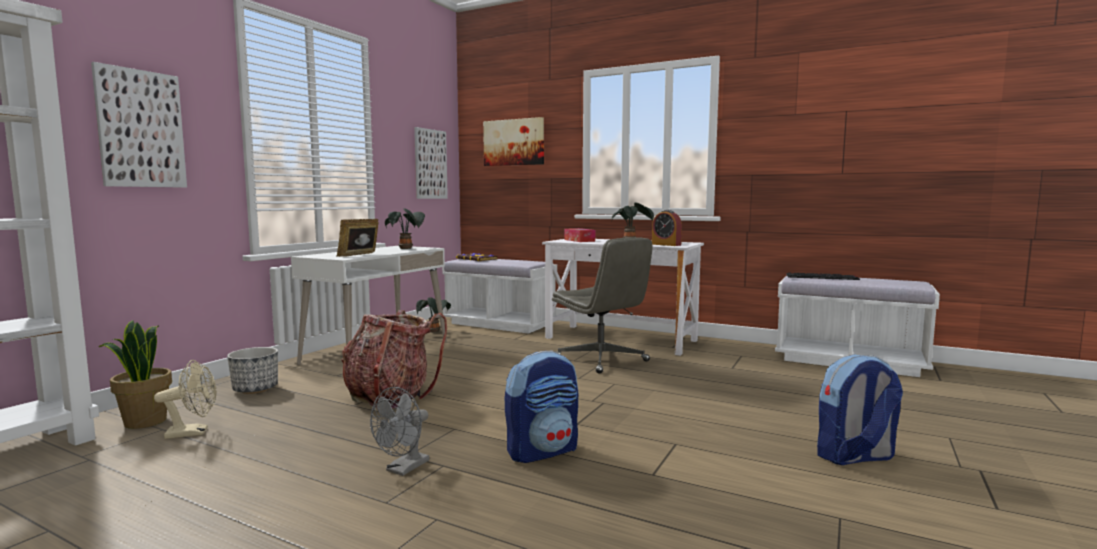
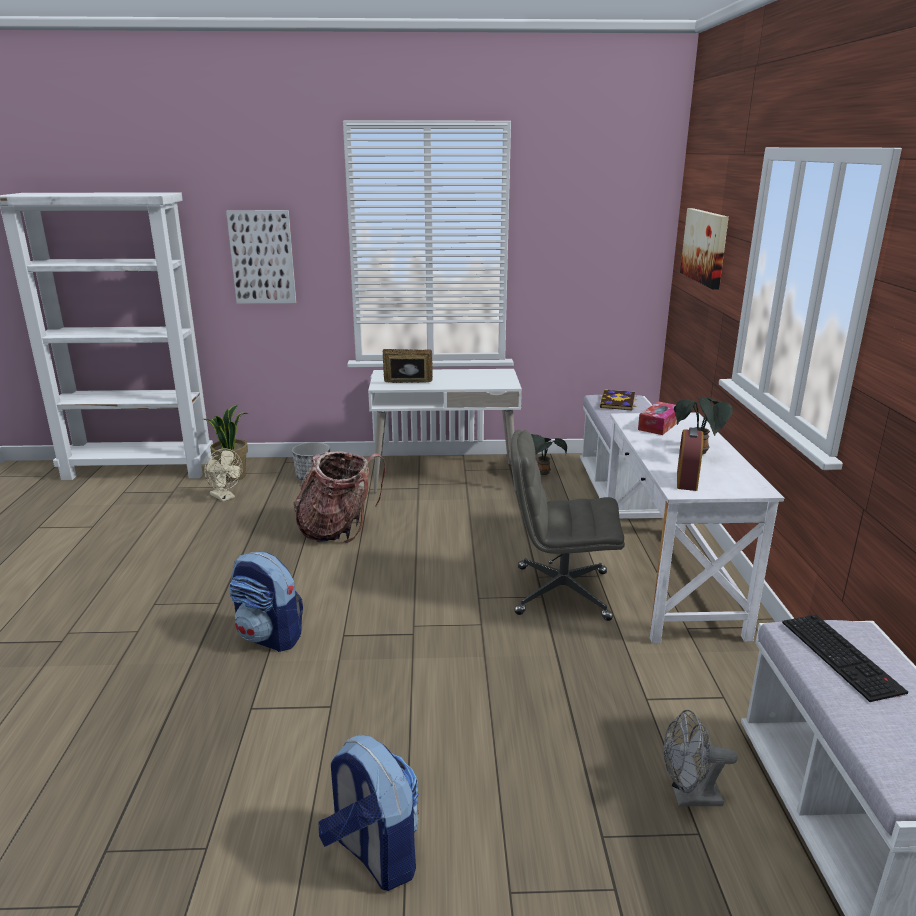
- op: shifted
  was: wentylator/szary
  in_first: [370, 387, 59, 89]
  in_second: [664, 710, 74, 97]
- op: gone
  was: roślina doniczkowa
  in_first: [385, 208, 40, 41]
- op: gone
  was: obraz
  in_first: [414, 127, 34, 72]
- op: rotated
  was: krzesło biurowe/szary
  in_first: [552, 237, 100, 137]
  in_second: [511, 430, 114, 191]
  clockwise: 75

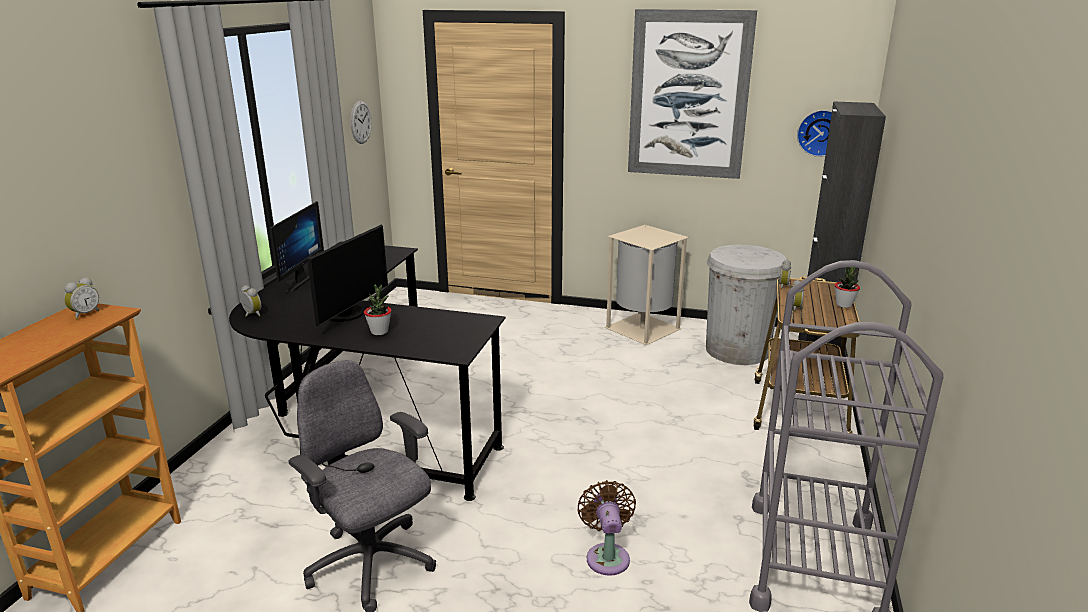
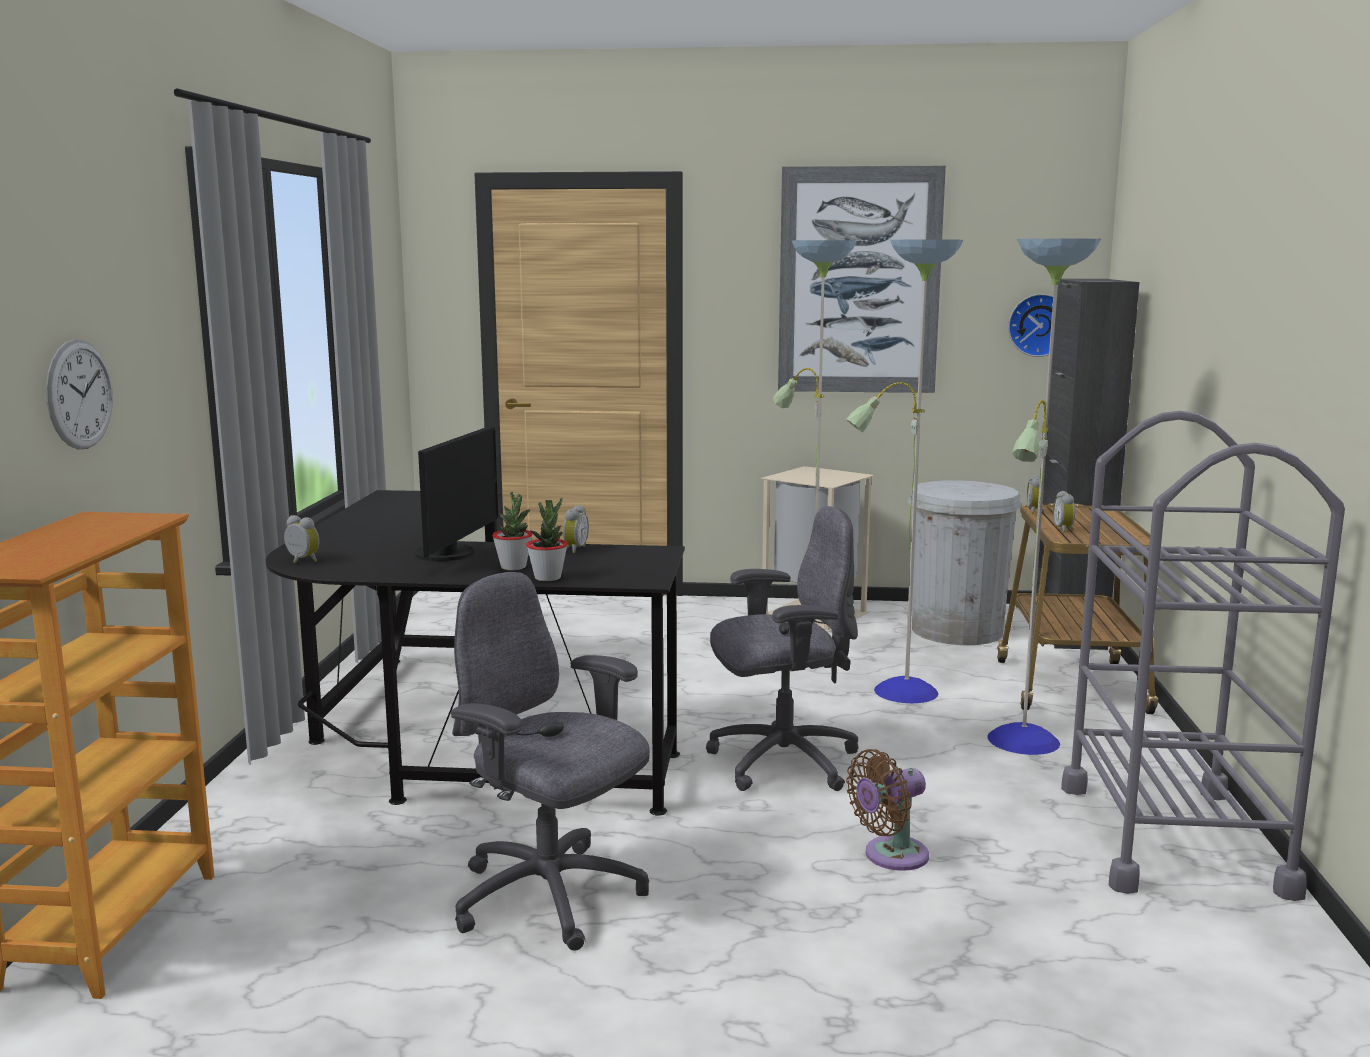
- op: shifted
  was: budzik
  in_first: [64, 277, 36, 42]
  in_second: [563, 505, 26, 48]
- op: gone
  was: monitor
  in_first: [270, 201, 54, 91]
- op: shifted
  was: zegar ścienny
  in_first: [350, 101, 22, 43]
  in_second: [46, 340, 67, 109]
- op: rotated
  was: wentylator/brązowy
  in_first: [577, 480, 59, 96]
  in_second: [846, 749, 83, 122]
  clockwise: -105
- op: shifted
  was: roślina doniczkowa
  in_first: [835, 260, 25, 48]
  in_second: [526, 497, 42, 84]
- op: new
  now: krzesło biurowe/szary
  in_second: [706, 506, 153, 285]
- op: new
  now: lampa stojąca
  in_second: [773, 239, 328, 516]

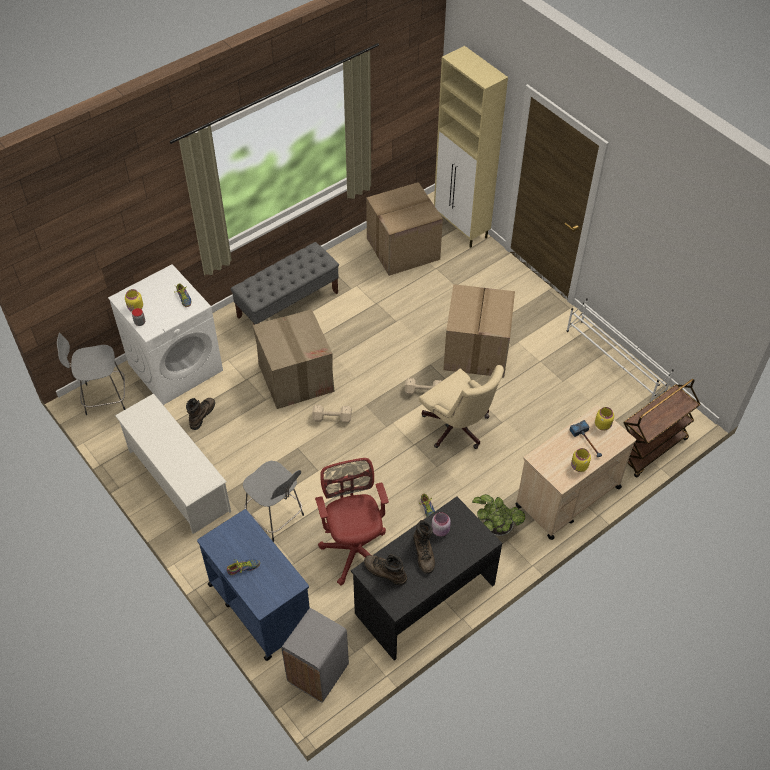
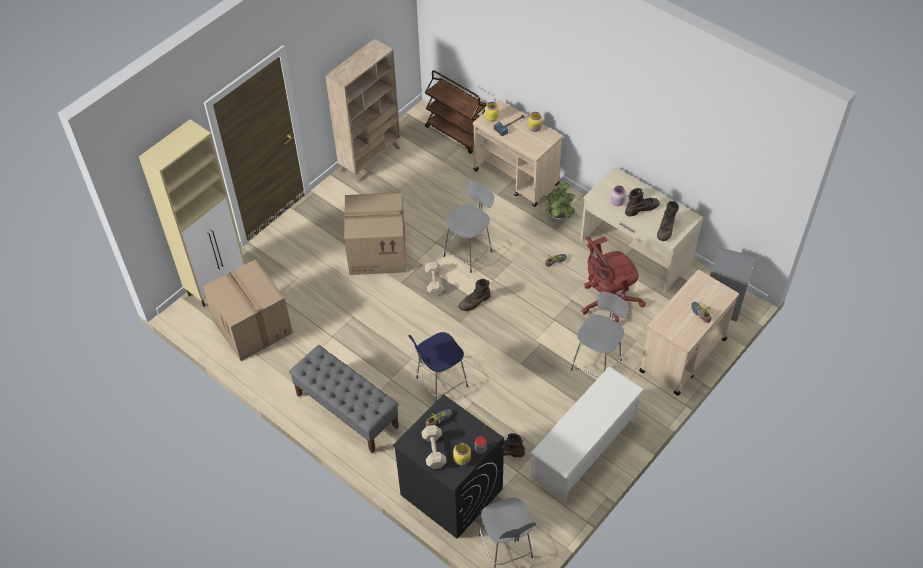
- op: repainted
  was: pralka/biały
  now: pralka/czarny
  in_first: [108, 264, 115, 141]
  in_second: [393, 394, 111, 145]
- op: repainted
  was: wózek/niebieski
  now: wózek/beżowy
  in_first: [197, 509, 113, 152]
  in_second: [639, 270, 100, 126]
- op: swapped
  was: karton
  now: stołek/niebieski
  in_first: [252, 309, 83, 100]
  in_second: [408, 332, 60, 69]
- op: shifted
  was: hantel/beżowy
  in_first: [312, 405, 39, 18]
  in_second: [421, 425, 26, 44]
- op: repainted
  was: biurko/czarny
  now: biurko/beżowy
  in_first: [351, 497, 151, 164]
  in_second: [580, 167, 123, 125]
- op: swapped
  was: krzesło biurowe/beżowy
  now: stołek/szary
  in_first: [419, 365, 85, 84]
  in_second: [444, 181, 50, 92]
- op: swapped
  was: regał na buty/biały
  now: regał/beżowy
  in_first: [566, 298, 108, 104]
  in_second: [325, 39, 75, 144]
- op: new
  now: but z cholewką/brązowy
  in_second: [458, 279, 33, 32]

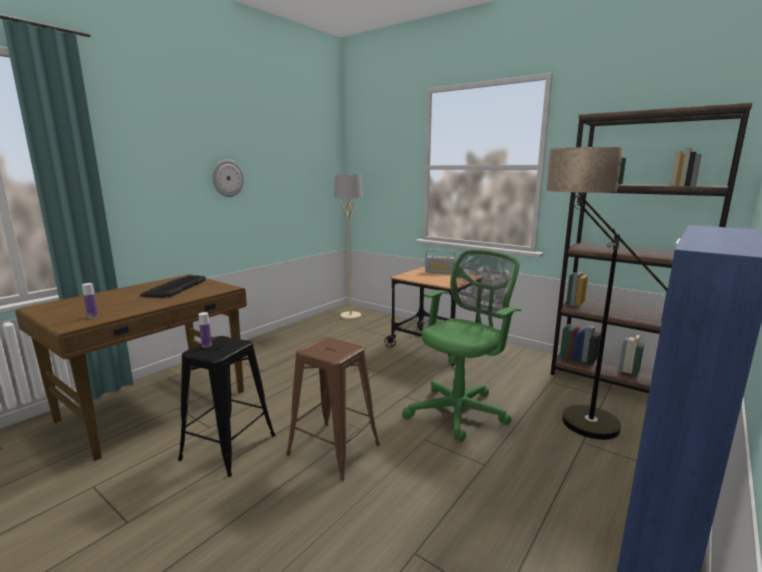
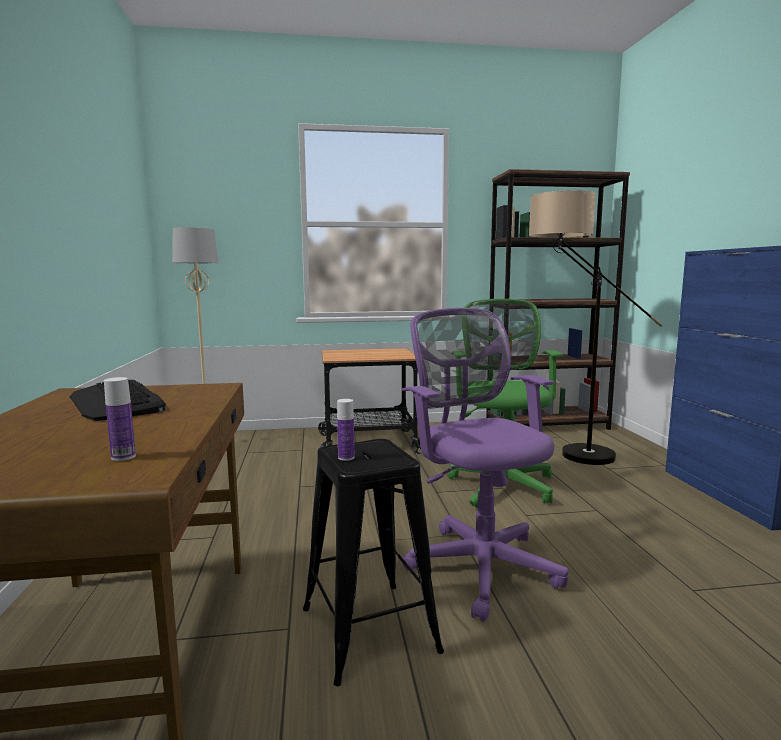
- op: gone
  was: zegar ścienny
  in_first: [212, 159, 32, 38]
- op: swapped
  was: stołek/brązowy
  now: krzesło biurowe/fioletowy
  in_first: [286, 337, 94, 143]
  in_second: [402, 308, 167, 314]
- op: gone
  was: radio
  in_first: [425, 249, 30, 25]

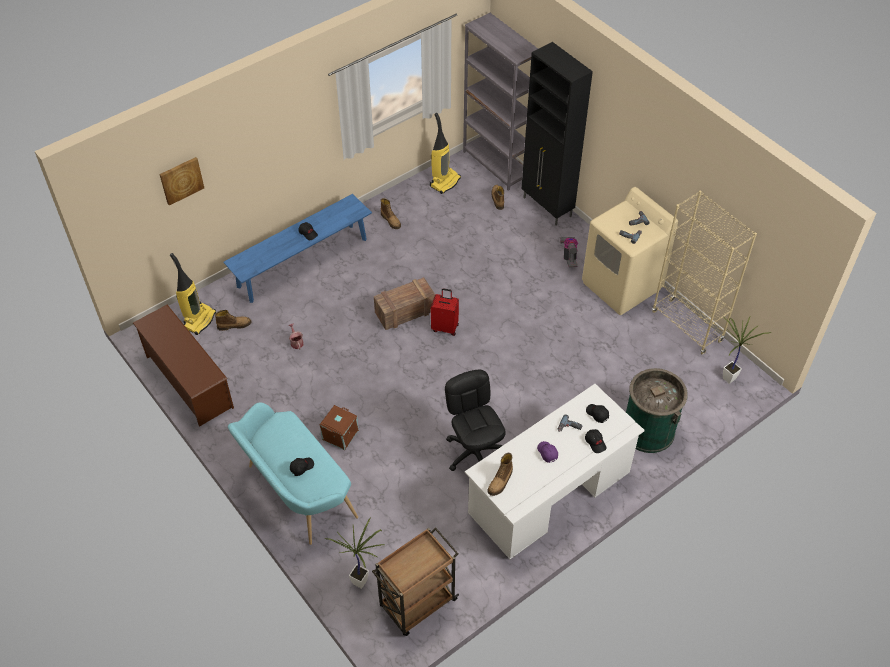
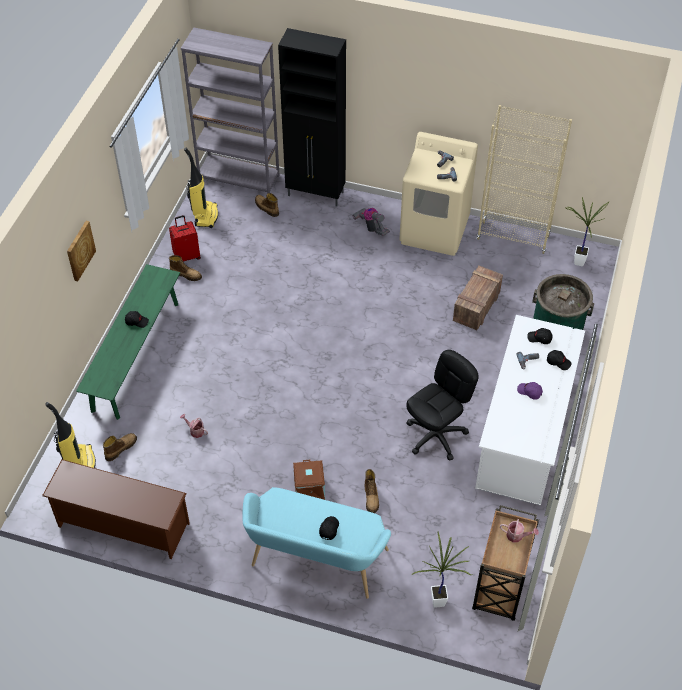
- op: shifted
  was: obraz
  in_first: [160, 157, 44, 48]
  in_second: [67, 221, 29, 60]
- op: repainted
  was: ławka/niebieski
  now: ławka/zielony
  in_first: [223, 194, 149, 109]
  in_second: [76, 264, 104, 156]
- op: shifted
  was: skrzynka
  in_first: [374, 277, 61, 53]
  in_second: [453, 266, 50, 64]
- op: shifted
  was: walizka/czerwony
  in_first: [431, 288, 28, 48]
  in_second: [169, 215, 32, 47]
- op: rotated
  was: krzesło biurowe/czarny
  in_first: [445, 370, 61, 101]
  in_second: [406, 350, 73, 111]
  clockwise: 105
- op: shifted
  was: but z cholewką
  in_first: [488, 453, 25, 43]
  in_second: [365, 469, 14, 44]
- op: new
  now: konewka
  in_second: [500, 519, 39, 23]

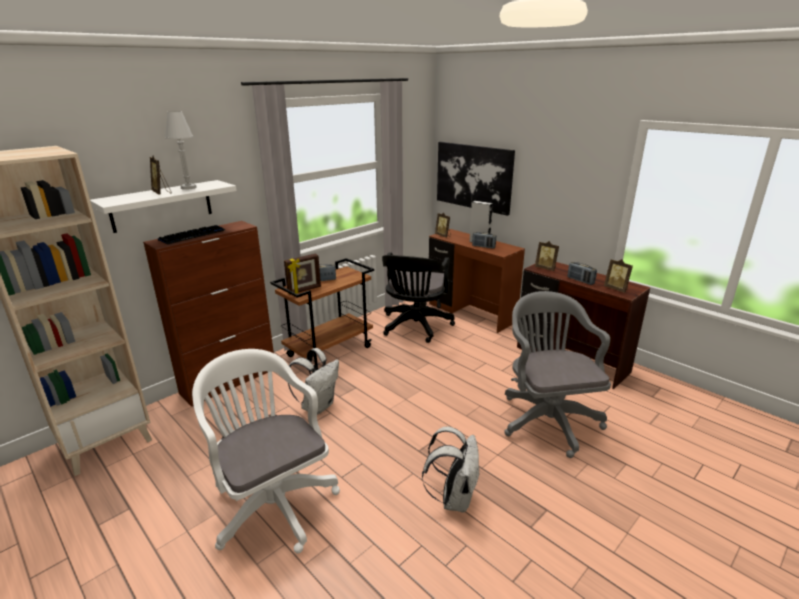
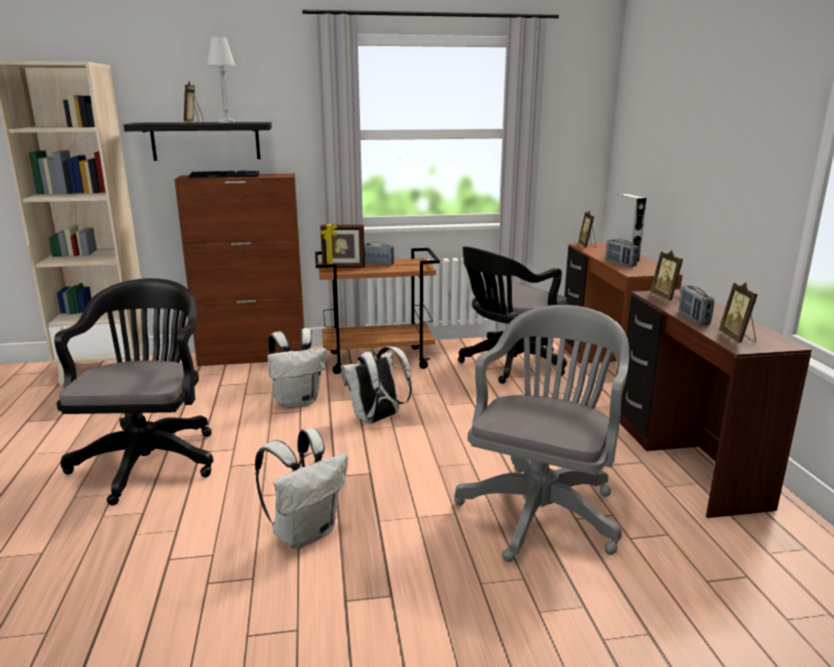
- op: repainted
  was: półka/biały
  now: półka/czarny
  in_first: [90, 180, 147, 53]
  in_second: [124, 122, 148, 39]
- op: repainted
  was: krzesło biurowe/biały
  now: krzesło biurowe/czarny
  in_first: [192, 349, 148, 204]
  in_second: [54, 278, 159, 228]
- op: gone
  was: obraz
  in_first: [437, 142, 78, 74]
- op: new
  now: plecak/biały
  in_second: [341, 346, 71, 78]

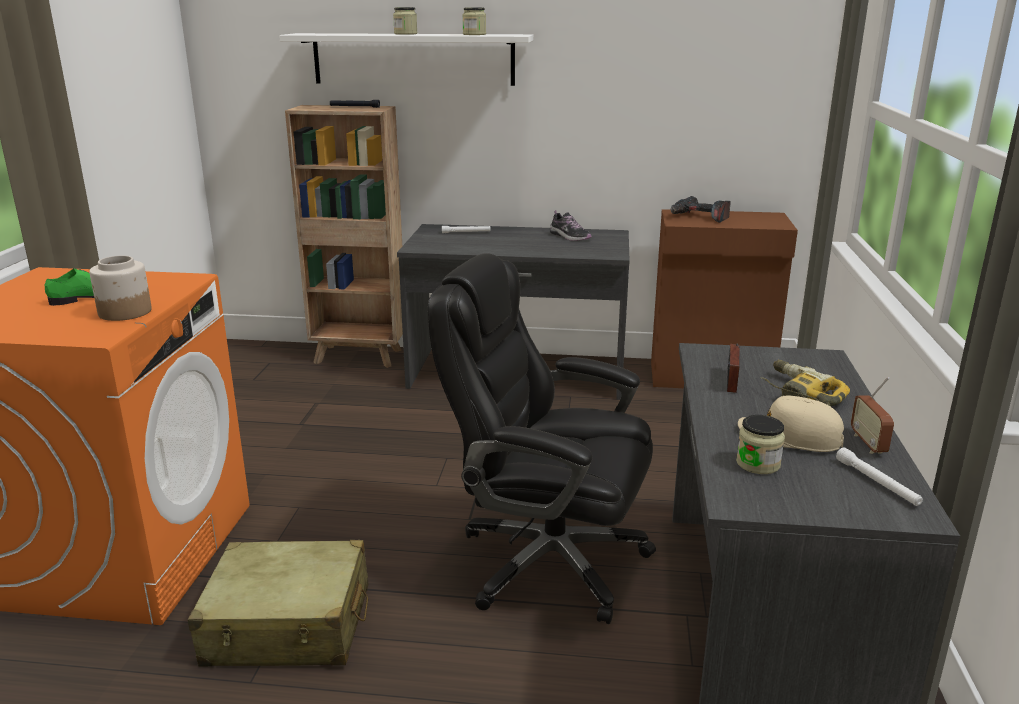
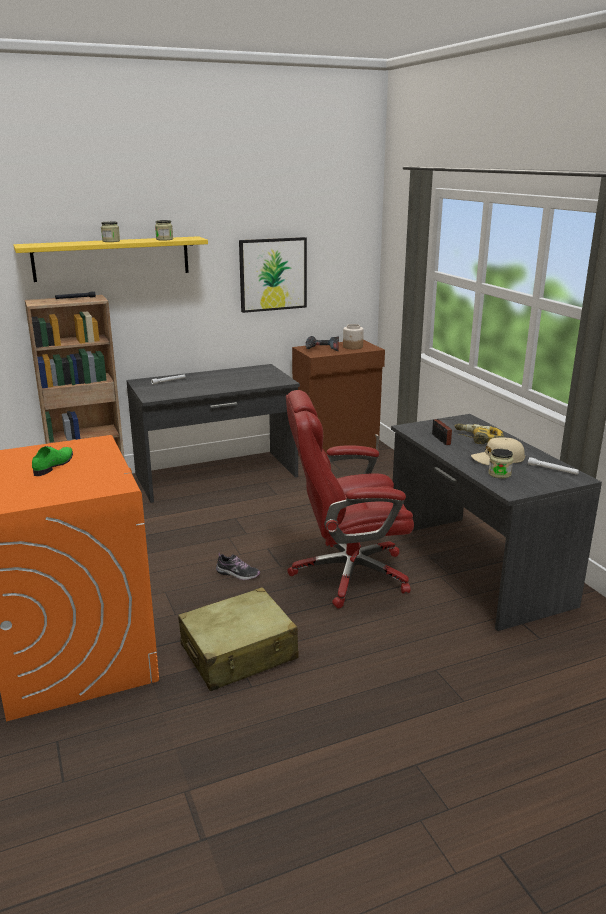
- op: shifted
  was: słoik
  in_first: [89, 256, 63, 65]
  in_second: [343, 324, 21, 25]
- op: repainted
  was: półka/biały
  now: półka/żółty
  in_first: [279, 33, 254, 53]
  in_second: [13, 236, 195, 46]
- op: repainted
  was: krzesło biurowe/czarny
  now: krzesło biurowe/czerwony
  in_first: [428, 253, 228, 371]
  in_second: [286, 390, 128, 219]
- op: shifted
  was: but
  in_first: [550, 210, 42, 31]
  in_second: [216, 552, 44, 28]
- op: gone
  was: radio
  in_first: [851, 377, 43, 77]
- op: new
  now: obraz
  in_second: [239, 237, 68, 76]

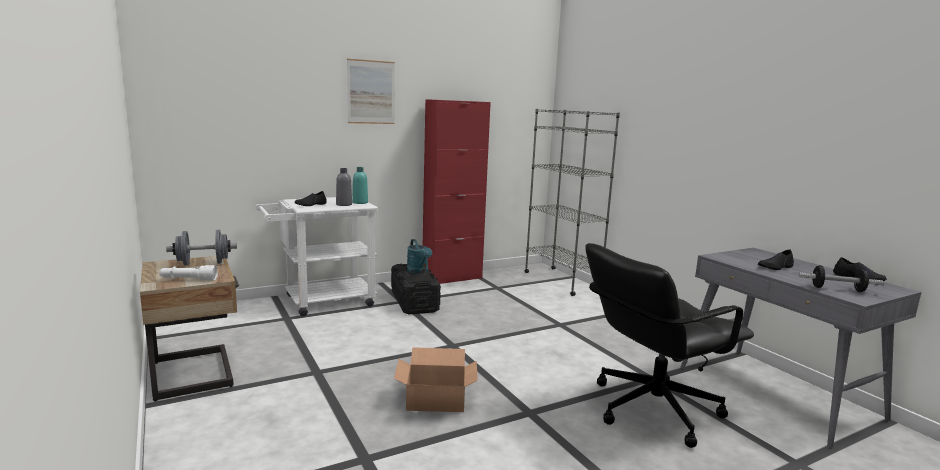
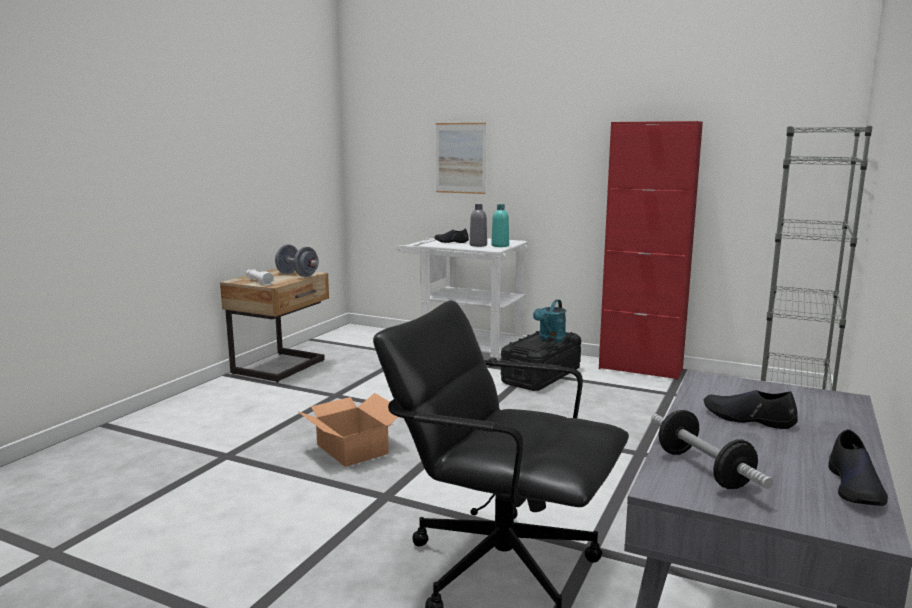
- op: shifted
  was: obraz
  in_first: [347, 59, 48, 65]
  in_second: [436, 123, 50, 71]

